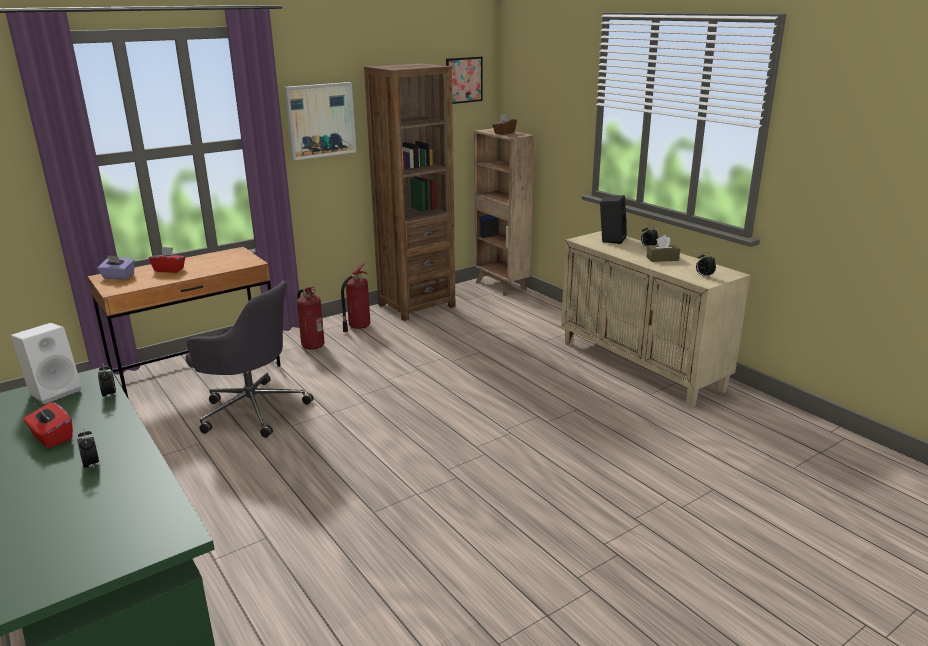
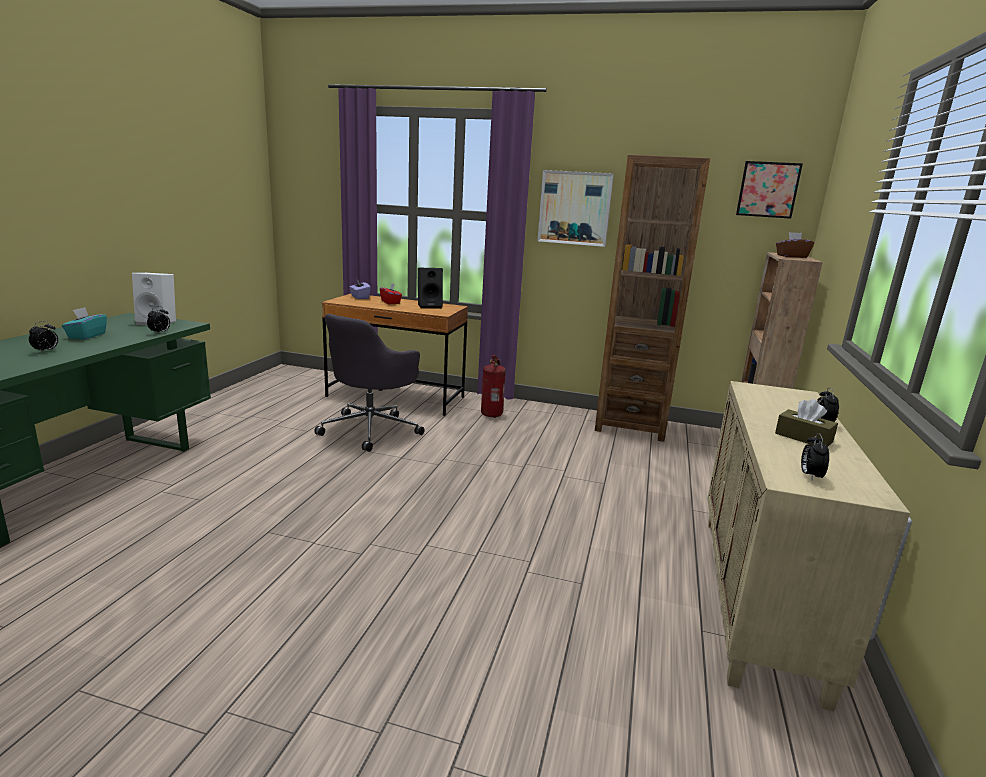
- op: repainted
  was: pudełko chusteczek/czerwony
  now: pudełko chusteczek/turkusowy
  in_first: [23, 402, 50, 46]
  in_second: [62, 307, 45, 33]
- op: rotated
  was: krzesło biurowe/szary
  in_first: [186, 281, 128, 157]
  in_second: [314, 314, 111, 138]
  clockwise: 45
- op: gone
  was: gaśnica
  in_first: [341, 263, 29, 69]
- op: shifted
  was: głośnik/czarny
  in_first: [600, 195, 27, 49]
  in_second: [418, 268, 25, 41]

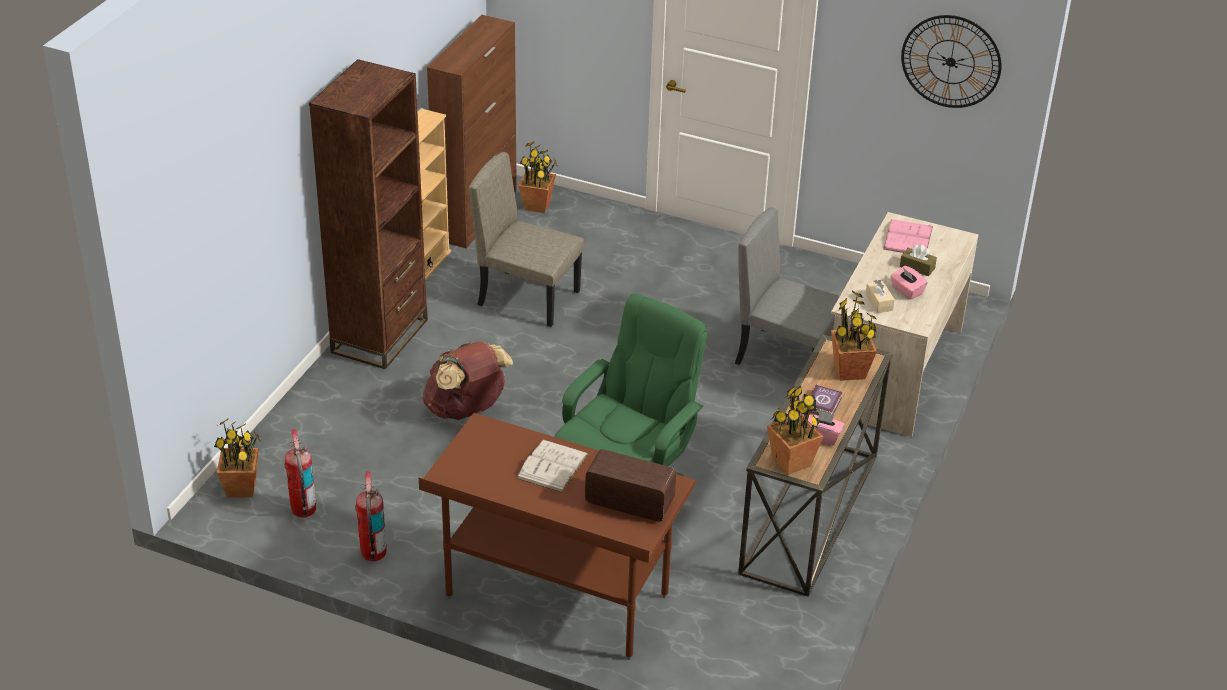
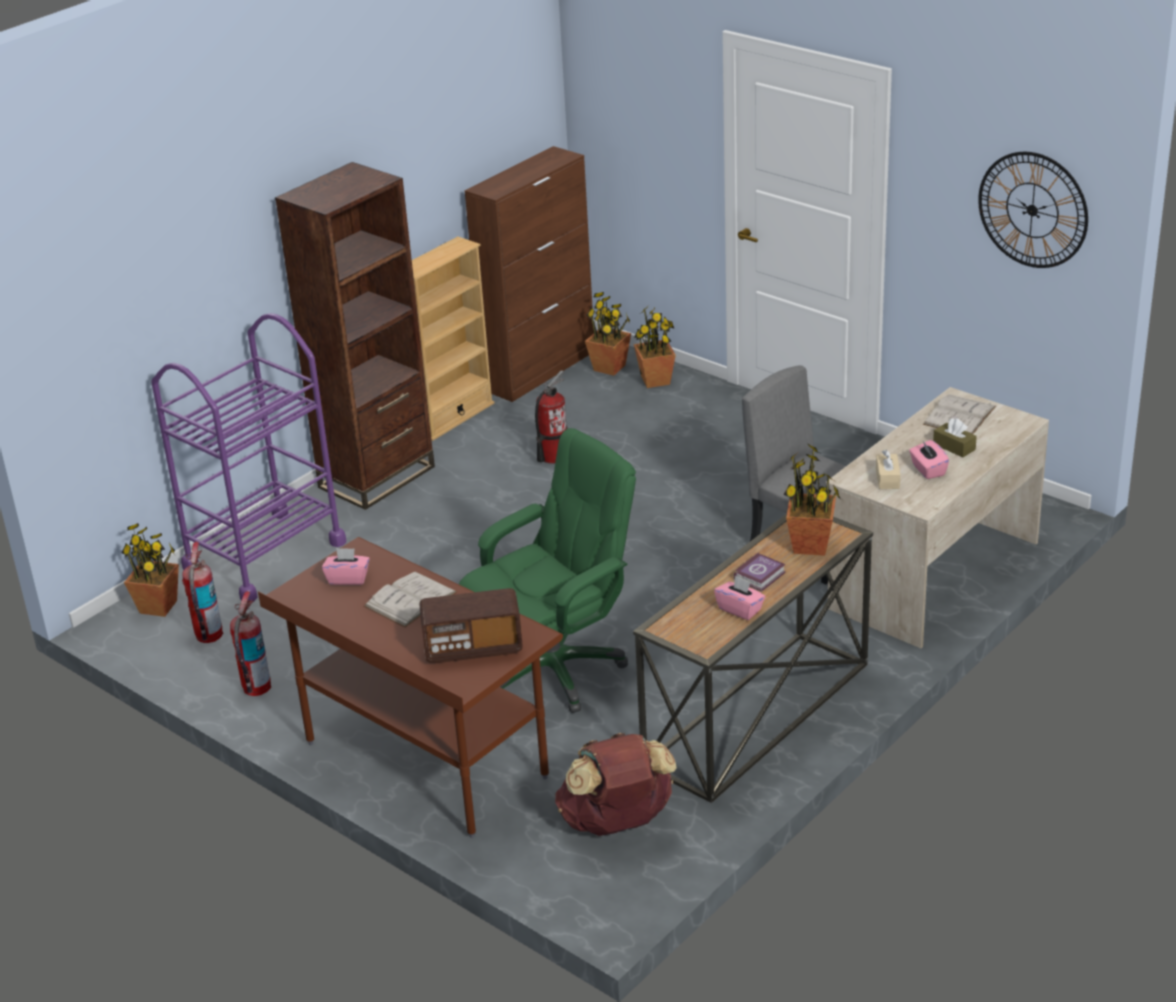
- op: shifted
  was: plecak/brązowy
  in_first: [423, 341, 90, 79]
  in_second: [555, 733, 122, 103]
- op: swapped
  was: krzesło/beżowy
  now: gaśnica
  in_first: [469, 152, 115, 175]
  in_second: [535, 370, 33, 94]
- op: rotated
  was: radio
  in_first: [585, 449, 91, 72]
  in_second: [419, 588, 104, 75]
  clockwise: 135
- op: shifted
  was: roślina doniczkowa
  in_first: [767, 386, 57, 89]
  in_second: [634, 306, 42, 82]
- op: repainted
  was: książka/różowy
  now: książka/biały
  in_first: [883, 219, 50, 34]
  in_second: [923, 394, 73, 40]
- op: new
  now: wózek/fioletowy
  in_second: [151, 313, 196, 289]
- op: new
  now: pudełko chusteczek/różowy
  in_second: [322, 548, 48, 37]

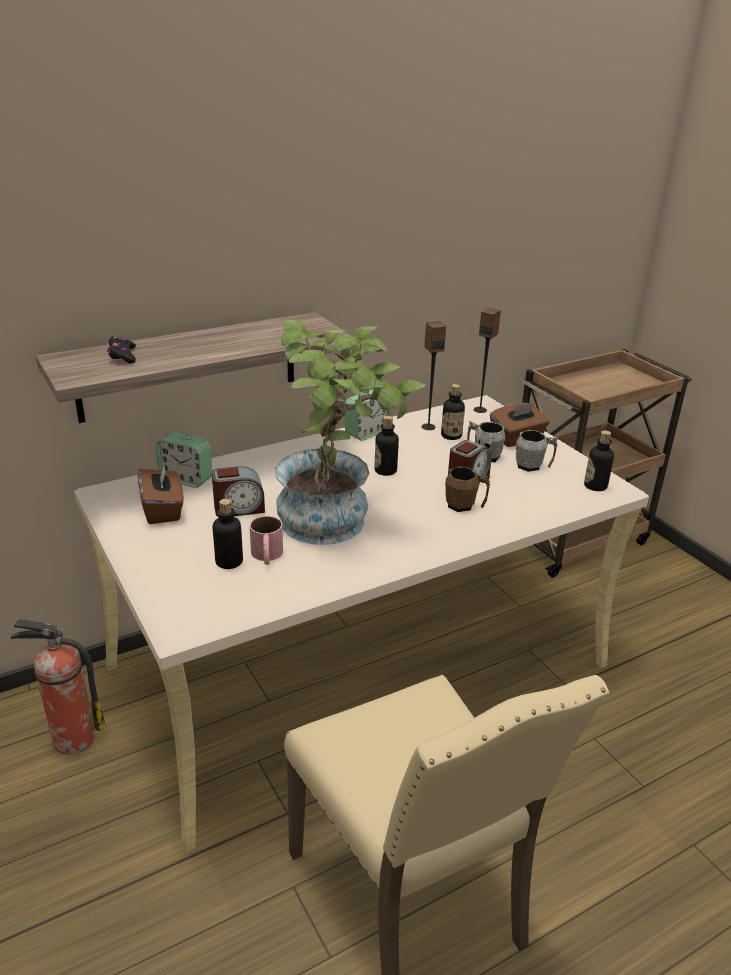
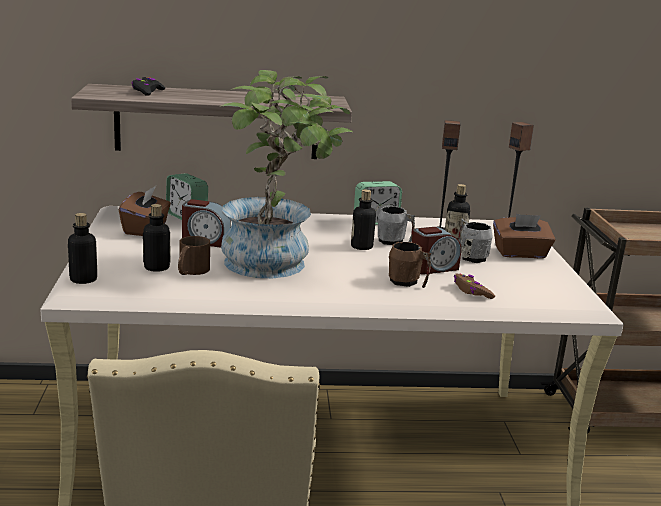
- op: gone
  was: gaśnica
  in_first: [11, 619, 95, 136]
- op: repainted
  was: kubek/różowy
  now: kubek/brązowy
  in_first: [250, 516, 33, 49]
  in_second: [178, 236, 32, 39]
- op: shifted
  was: kubek/szary
  in_first: [516, 430, 42, 42]
  in_second: [377, 206, 38, 39]
- op: shifted
  was: butelka
  in_first: [584, 430, 30, 61]
  in_second: [68, 213, 29, 71]
- op: new
  now: pad do gier/brązowy
  in_second: [454, 274, 41, 25]

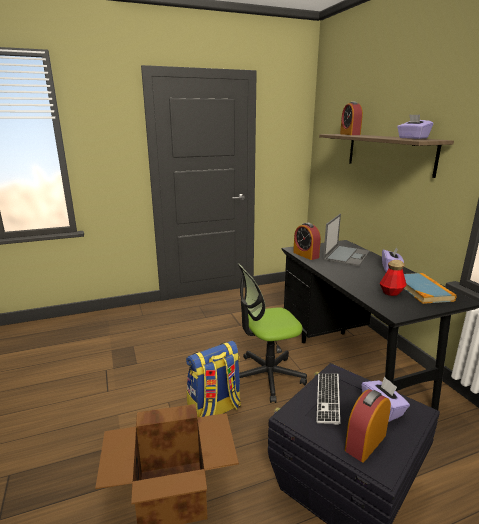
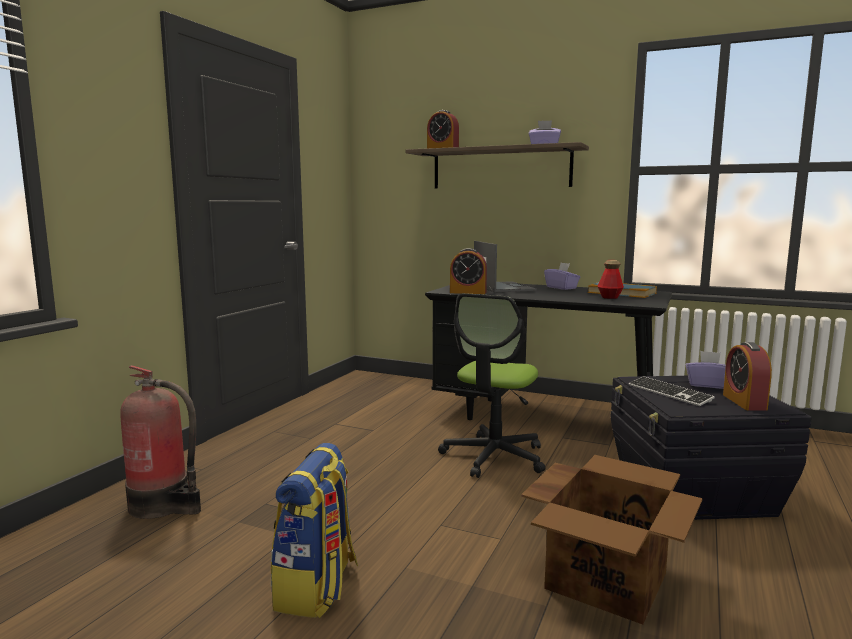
- op: shifted
  was: plecak
  in_first: [186, 341, 55, 76]
  in_second: [271, 443, 87, 175]
- op: new
  now: gaśnica
  in_second: [121, 365, 80, 154]

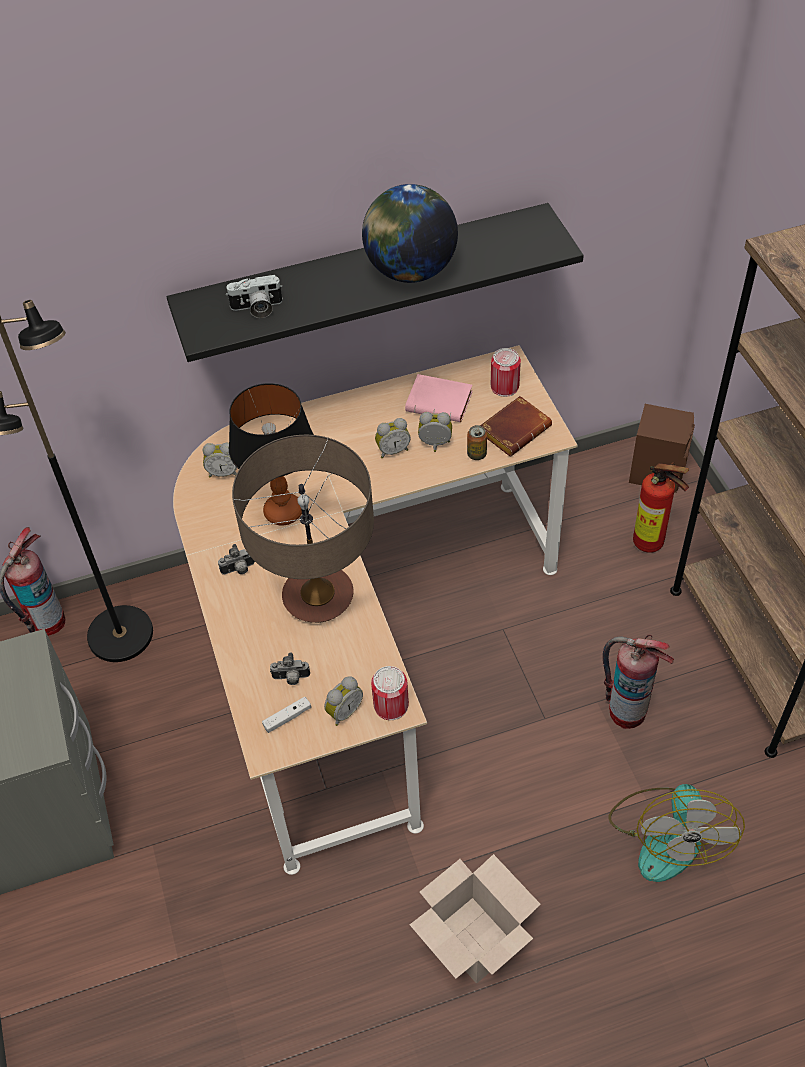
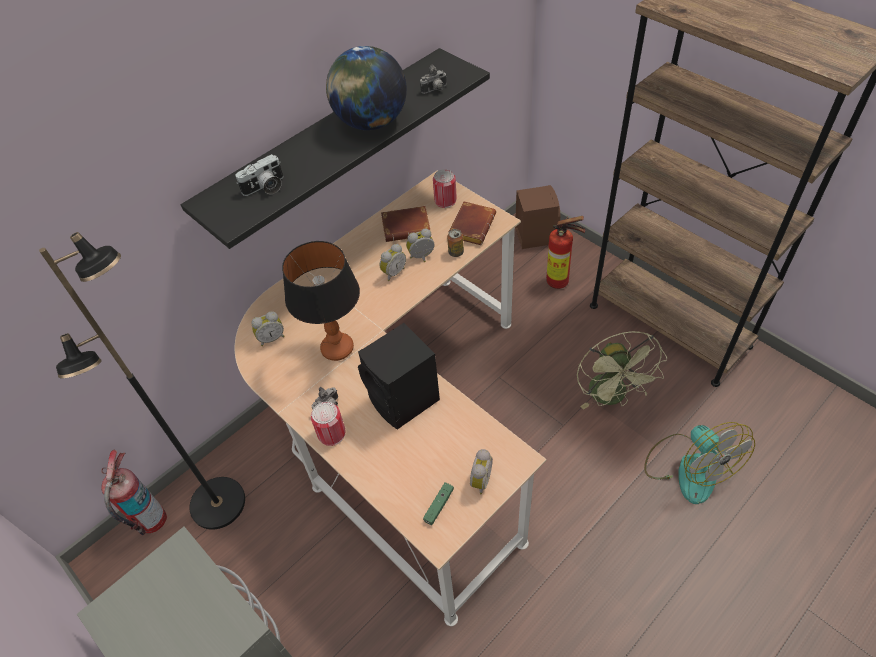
- op: swapped
  was: lampa stołowa
  now: głośnik/czarny
  in_first: [232, 435, 142, 188]
  in_second: [358, 323, 82, 107]
- op: repainted
  was: pad do gier/biały
  now: pad do gier/zielony
  in_first: [262, 697, 49, 36]
  in_second: [423, 482, 31, 43]
- op: shifted
  was: aparat fotograficzny
  in_first: [270, 653, 40, 32]
  in_second: [420, 64, 27, 30]
- op: shifted
  was: puszka
  in_first: [371, 666, 38, 54]
  in_second: [311, 402, 34, 44]
- op: repainted
  was: książka/różowy
  now: książka/brązowy
  in_first: [405, 374, 68, 48]
  in_second: [381, 206, 49, 36]
- op: gone
  was: karton
  in_first: [410, 854, 131, 129]
- op: swapped
  was: gaśnica
  now: wentylator/zielony
  in_first: [603, 634, 71, 95]
  in_second: [577, 331, 90, 79]

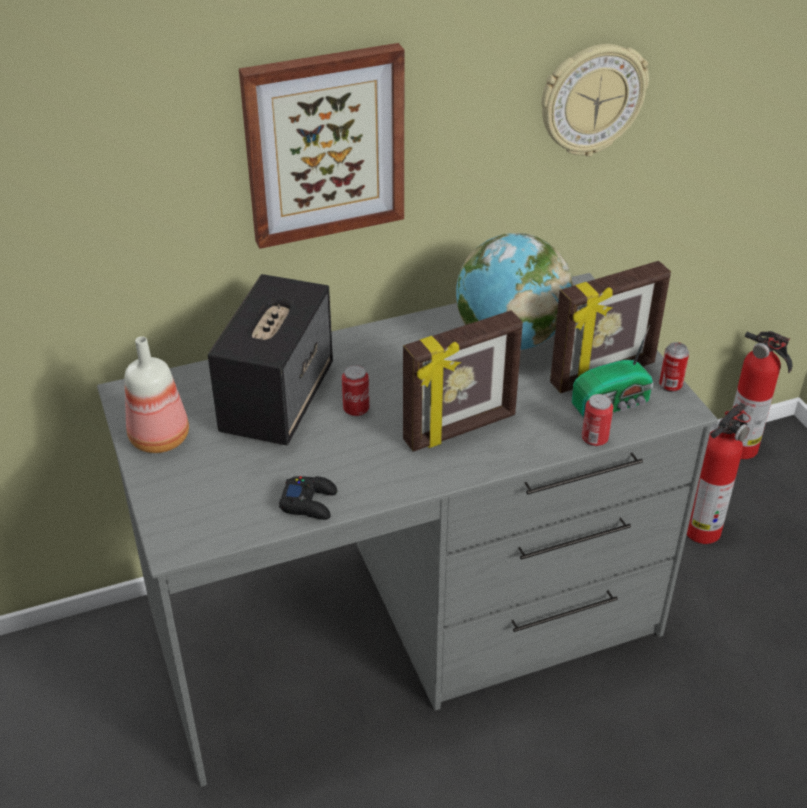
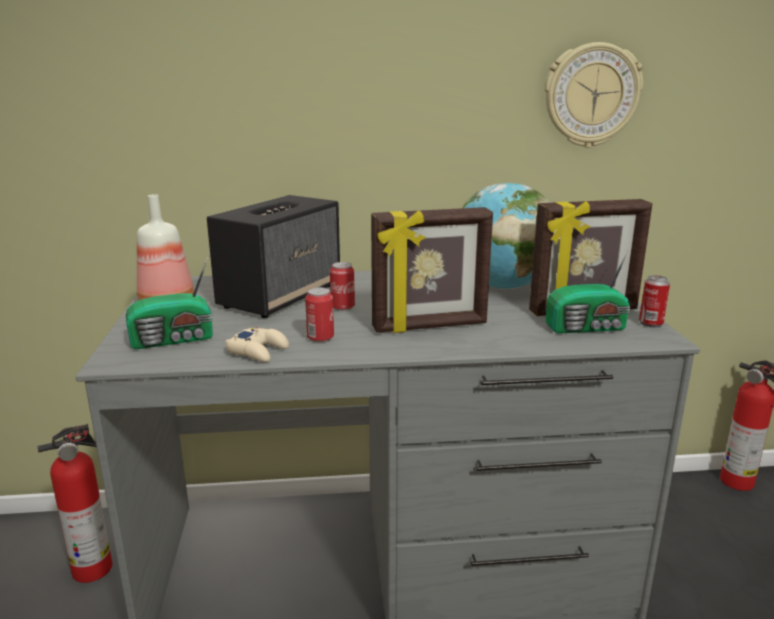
- op: gone
  was: obraz
  in_first: [239, 43, 165, 206]
- op: repainted
  was: pad do gier/czarny
  now: pad do gier/beżowy
  in_first: [279, 476, 58, 44]
  in_second: [226, 327, 63, 35]
- op: shifted
  was: puszka
  in_first: [582, 394, 31, 52]
  in_second: [305, 287, 29, 55]
- op: shifted
  was: gaśnica
  in_first: [687, 403, 64, 141]
  in_second: [37, 423, 75, 160]
- op: new
  now: radio
  in_second: [126, 257, 87, 93]

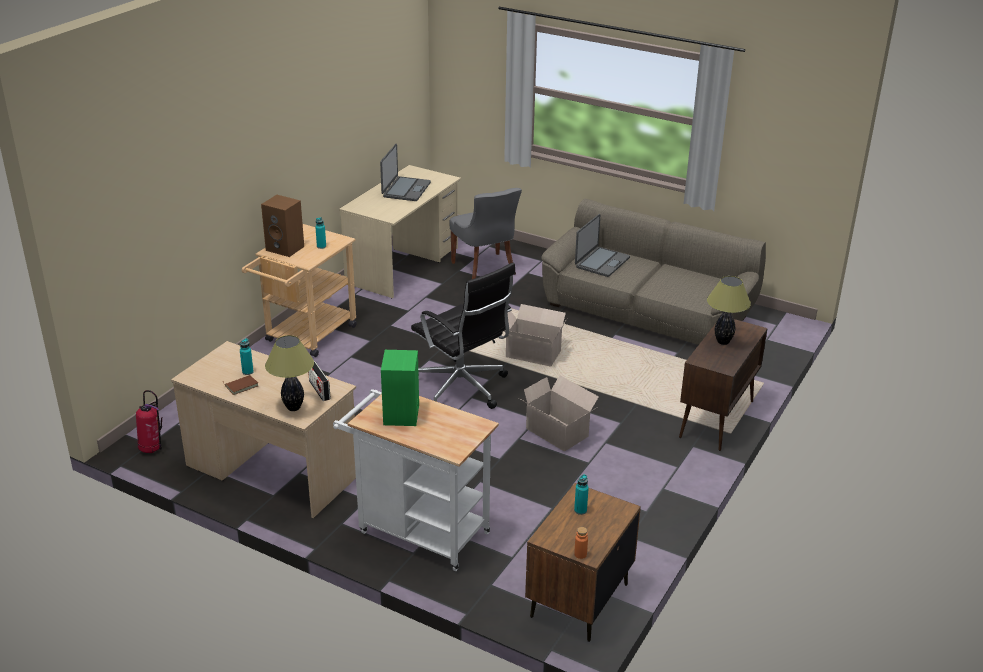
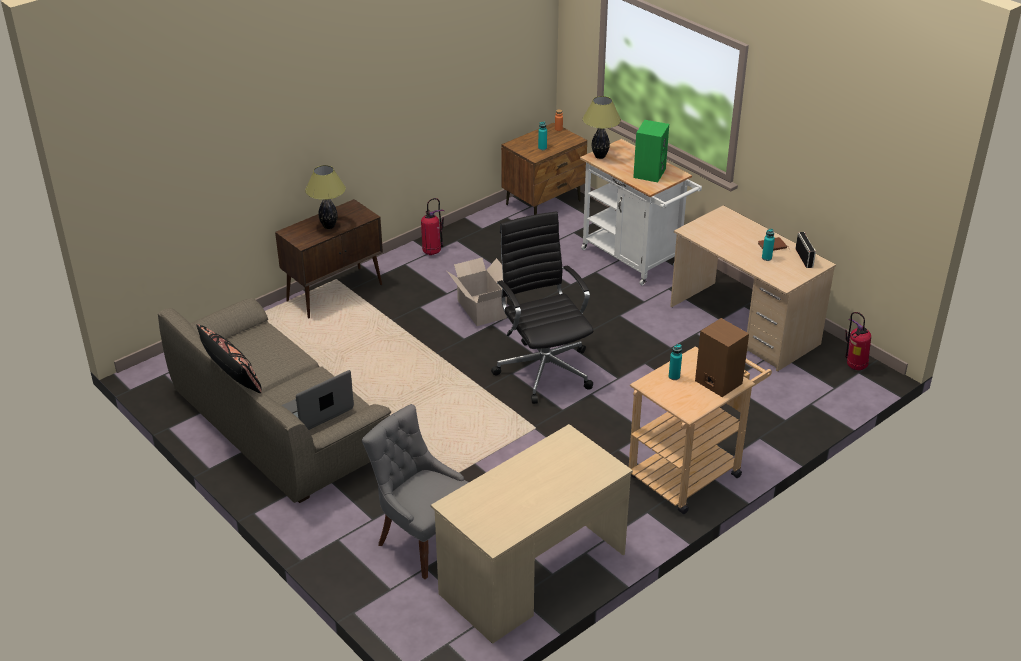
- op: shifted
  was: lampa stołowa
  in_first: [265, 335, 49, 76]
  in_second: [583, 96, 38, 63]
- op: shifted
  was: radio
  in_first: [308, 361, 23, 40]
  in_second: [796, 232, 20, 36]
- op: gone
  was: laptop
  in_first: [380, 144, 51, 57]
- op: rotated
  was: krzesło/szary
  in_first: [449, 188, 73, 91]
  in_second: [362, 404, 107, 175]
  clockwise: -45
- op: gone
  was: karton
  in_first: [504, 304, 63, 63]
- op: new
  now: poduszka/czarny
  in_second: [196, 324, 66, 69]
- op: new
  now: gaśnica
  in_second: [421, 198, 23, 57]

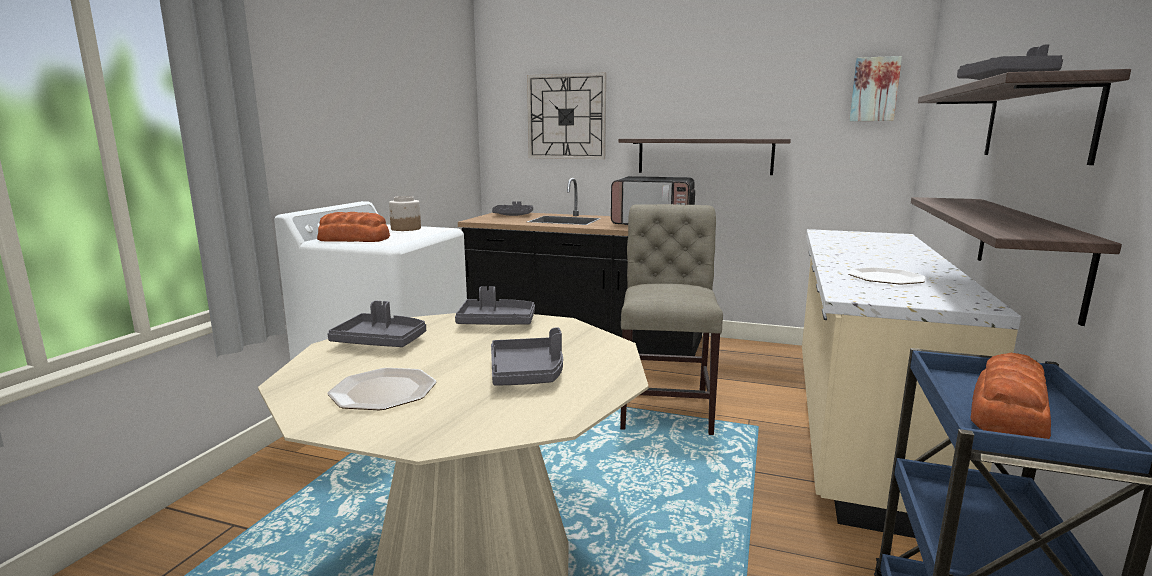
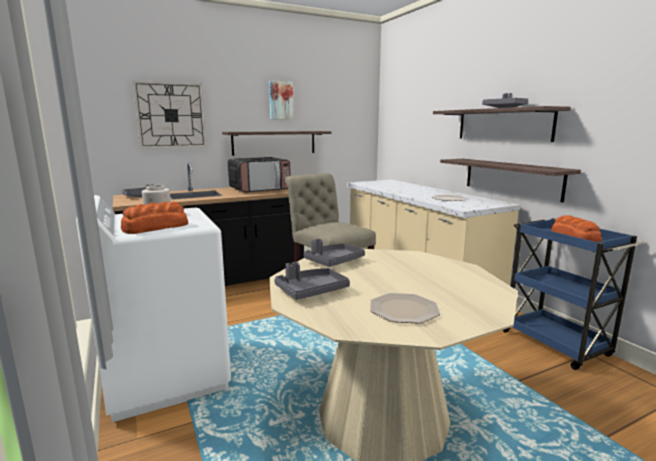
- op: gone
  was: taca/szary
  in_first: [491, 328, 72, 58]
- op: shifted
  was: obraz
  in_first: [849, 56, 53, 65]
  in_second: [269, 81, 25, 38]

